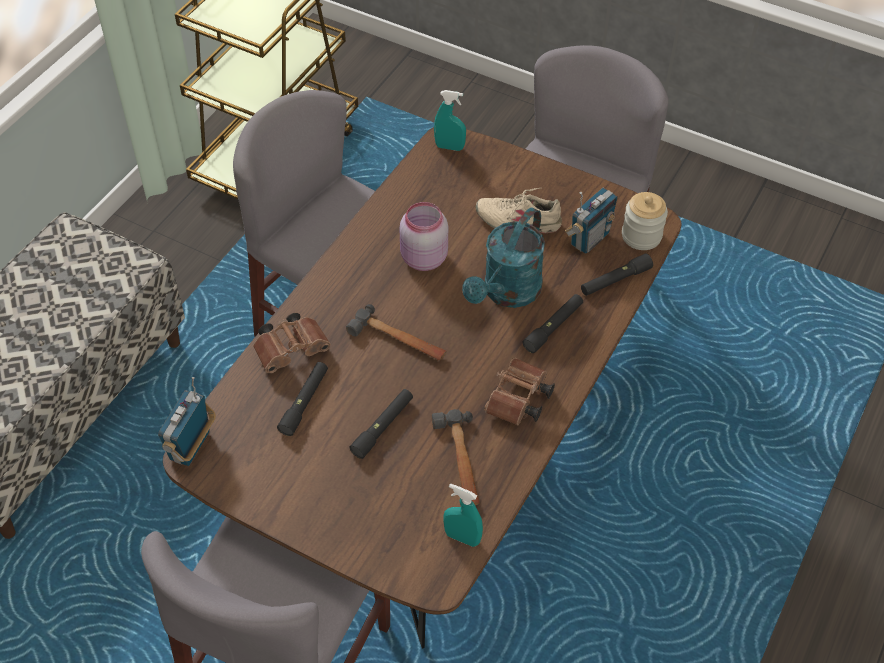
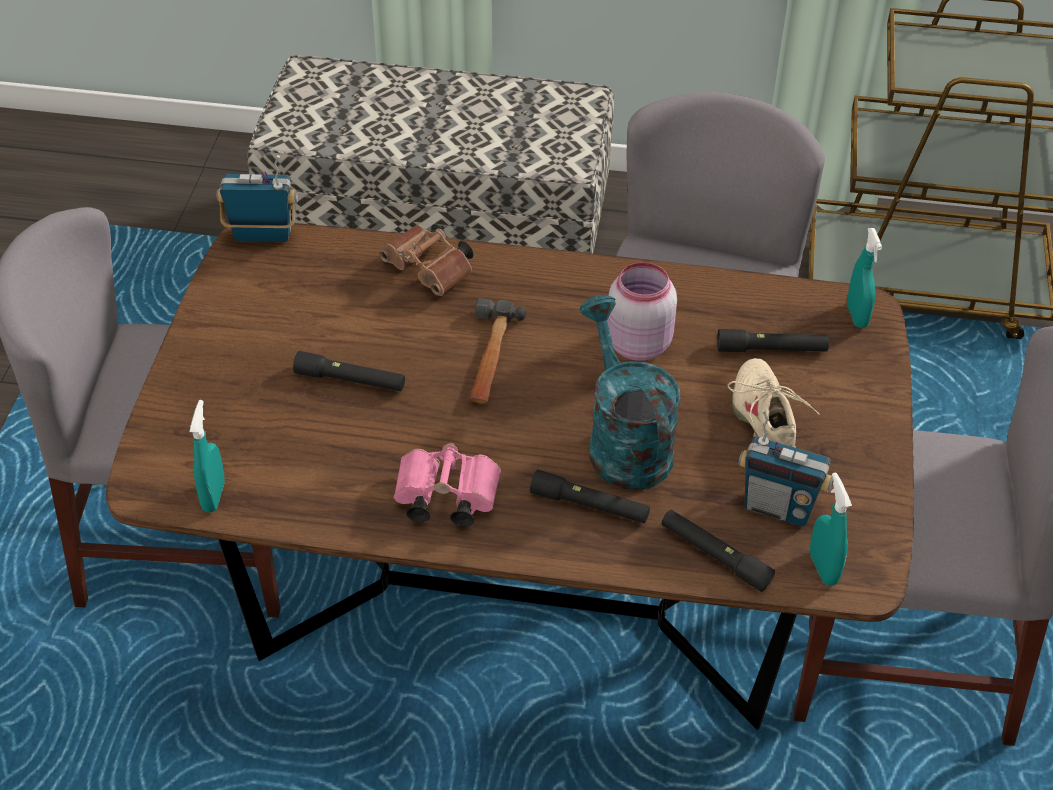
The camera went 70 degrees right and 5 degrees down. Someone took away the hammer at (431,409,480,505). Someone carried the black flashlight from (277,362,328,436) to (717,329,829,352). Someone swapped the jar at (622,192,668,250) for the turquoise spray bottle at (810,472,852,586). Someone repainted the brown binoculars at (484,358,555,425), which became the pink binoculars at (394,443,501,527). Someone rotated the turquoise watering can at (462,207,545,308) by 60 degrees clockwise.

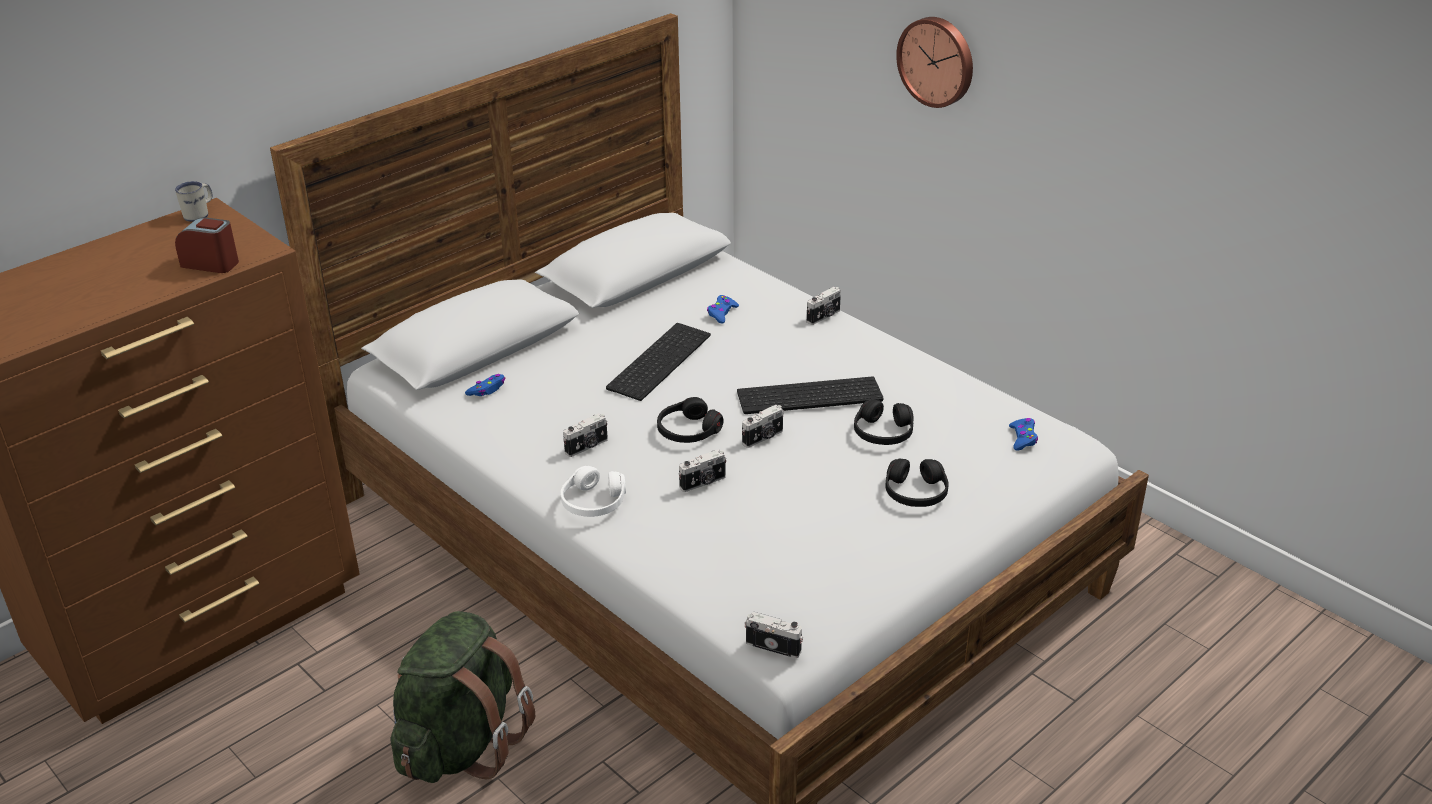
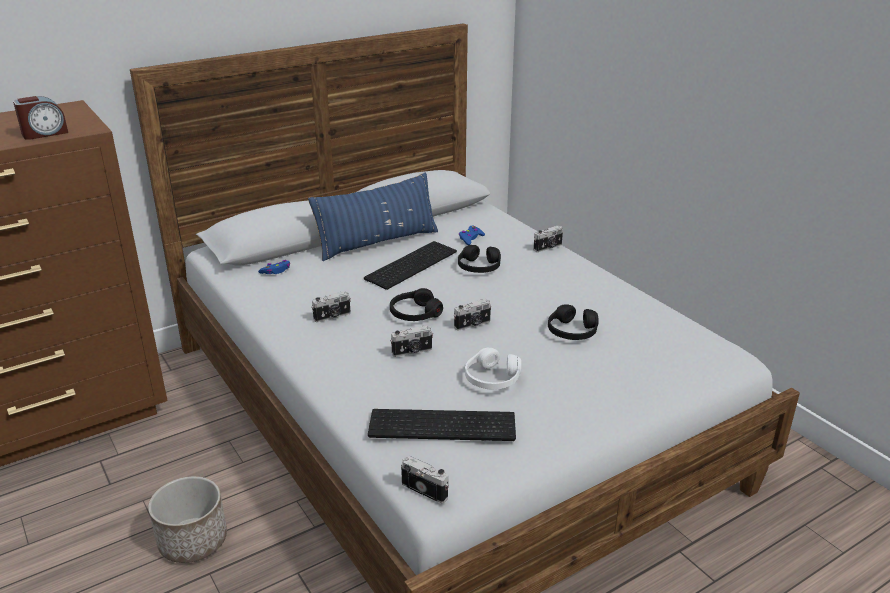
The camera went 10 degrees right and 5 degrees down. Someone took away the white mug at (175,181,212,222). Someone took away the wall clock at (896,17,973,108). Someone took away the blue game controller at (1009,418,1038,450). Someone put down the blue pillow at (308,173,438,261). Someone carried the white headphones from (561,466,626,517) to (465,348,521,390). Someone carried the keyboard from (737,376,884,414) to (368,409,516,441). Someone carried the black headphones from (885,459,949,507) to (458,245,501,273). Someone swapped the green backpack at (391,611,535,783) for the planter at (148,476,227,563). Someone rotated the alarm clock at (175,217,239,273) by 120 degrees clockwise.

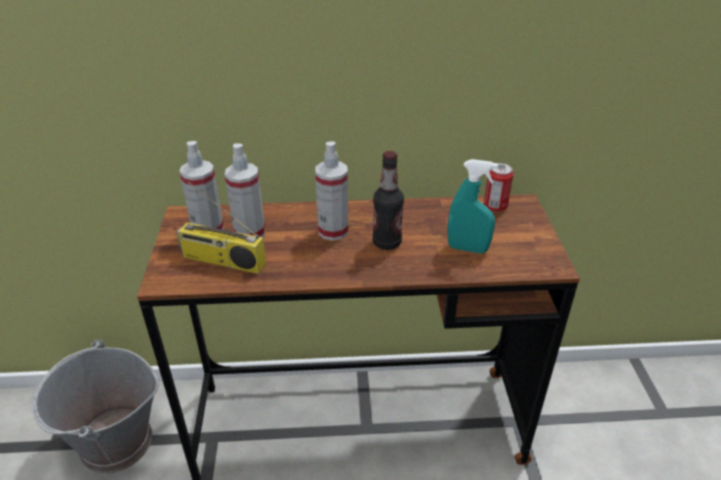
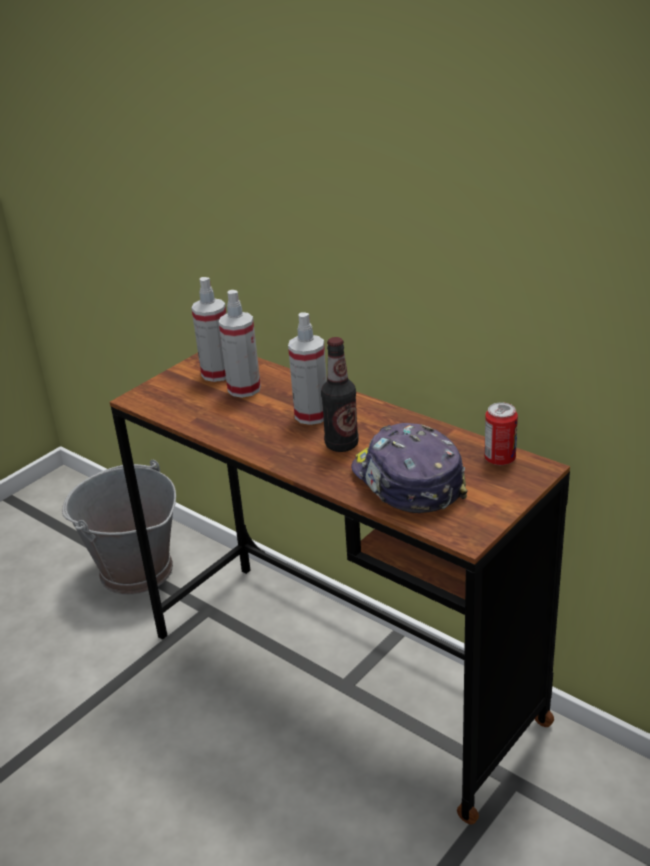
The camera went 45 degrees right and 5 degrees down. Someone took away the radio at (176,182,266,274). Someone swapped the turquoise spray bottle at (447,159,498,253) for the cap at (351,423,468,513).

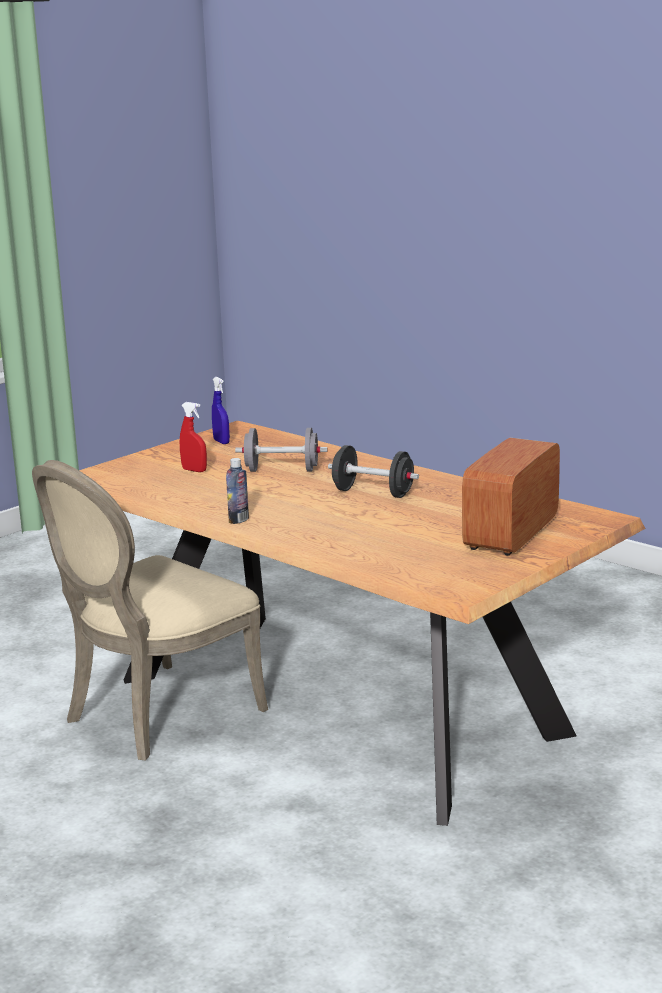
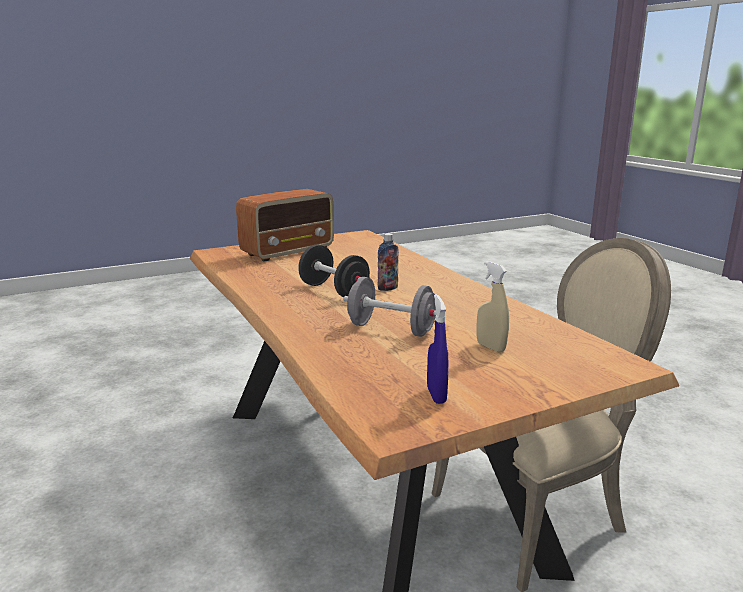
The camera went 160 degrees left and 0 degrees up. Someone carried the bottle from (226,458,249,524) to (378,233,399,291). Someone repainted the red spray bottle at (180,402,207,472), which became the beige spray bottle at (477,261,509,352).

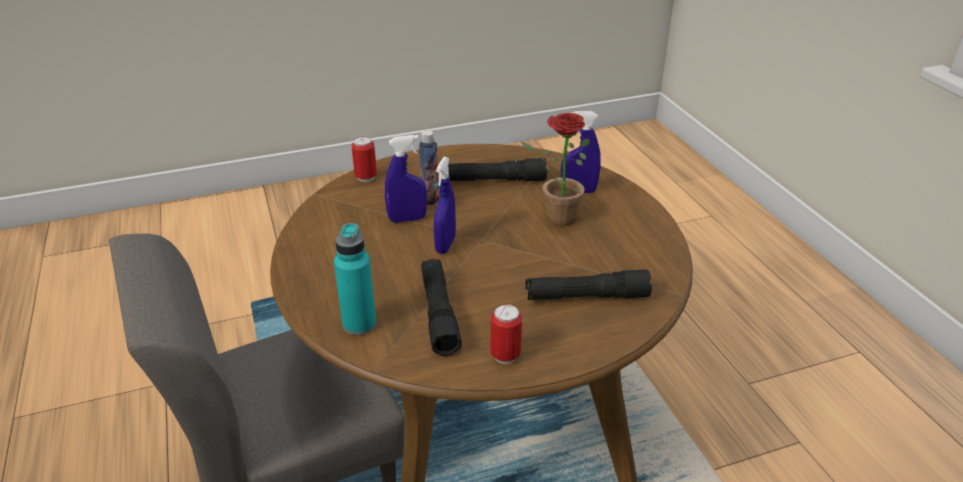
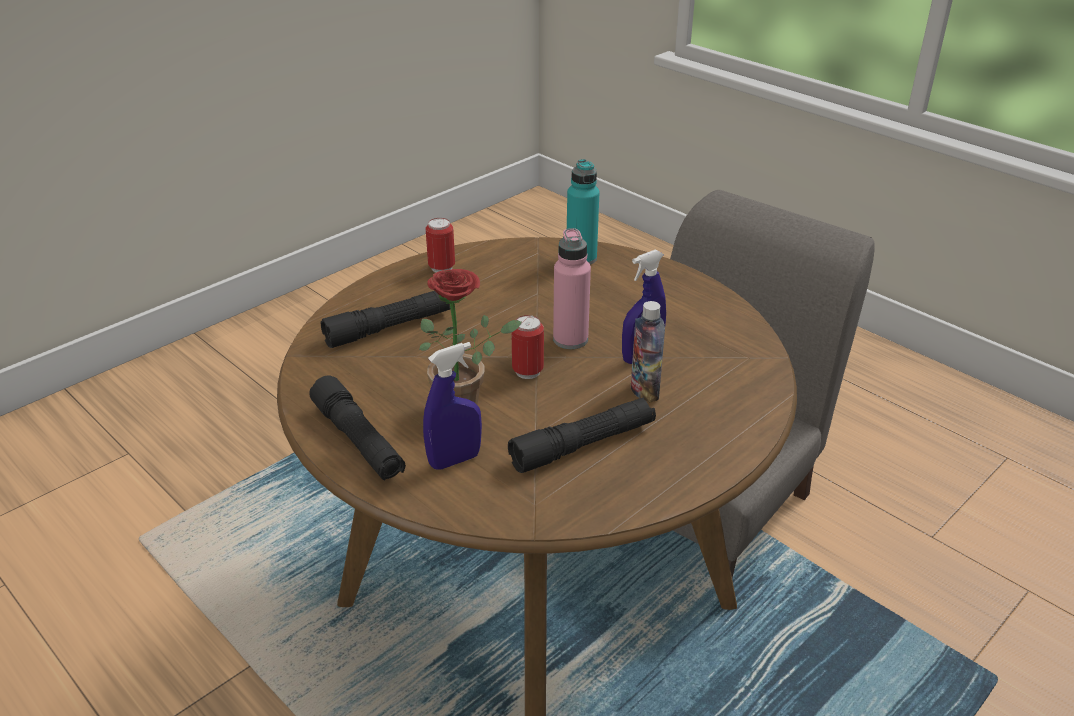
The camera went 155 degrees right and 0 degrees up. Someone carried the can from (352,136,377,182) to (511,315,544,379). Someone carried the black flashlight from (421,259,462,356) to (309,375,406,481). Someone swapped the blue spray bottle at (434,157,456,254) for the pink bottle at (553,228,591,349).

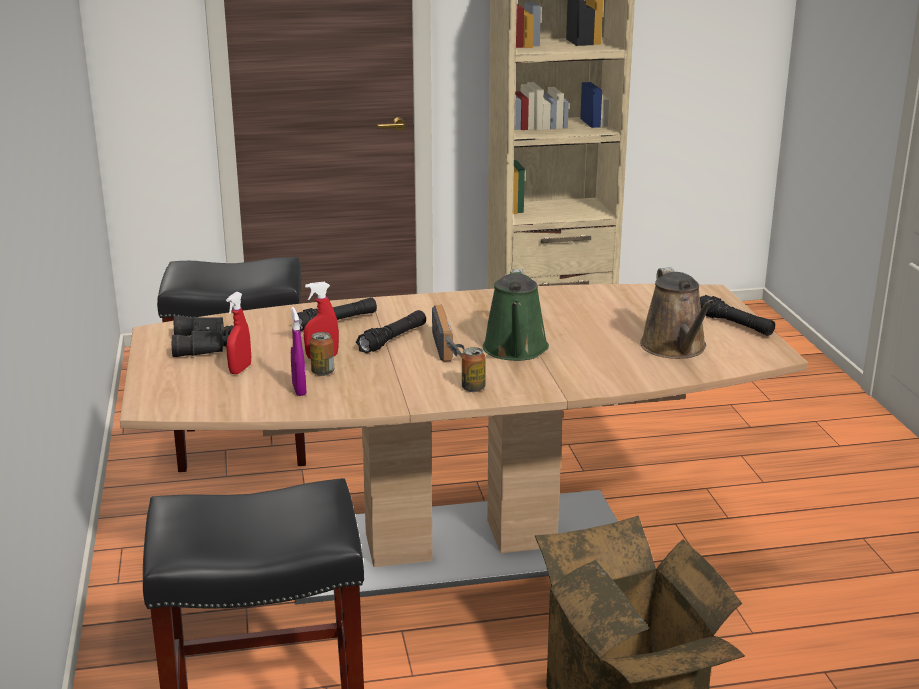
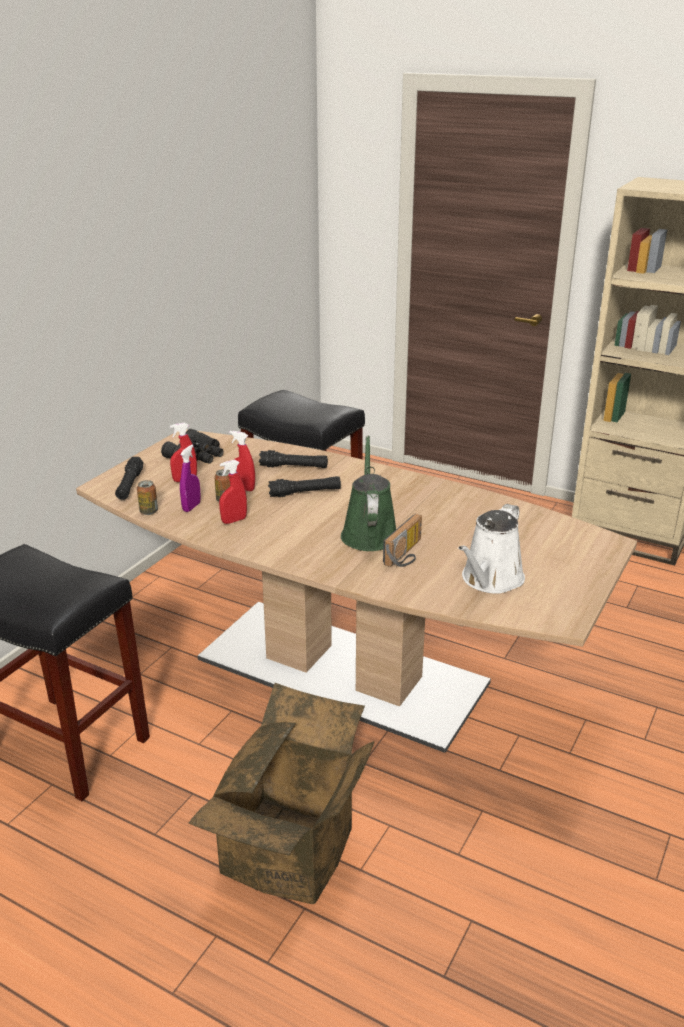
The camera went 40 degrees right and 5 degrees up. Someone put down the red spray bottle at (219,460,247,524). Someone carried the radio from (432,305,465,362) to (383,514,422,567). Someone carried the can from (462,347,485,392) to (137,480,158,515). Someone carried the black flashlight from (700,295,775,336) to (115,457,144,500). Someone repainted the brown watering can at (640,267,714,359), which became the white watering can at (458,504,525,594). Someone rotated the green watering can at (483,269,549,361) by 135 degrees clockwise.

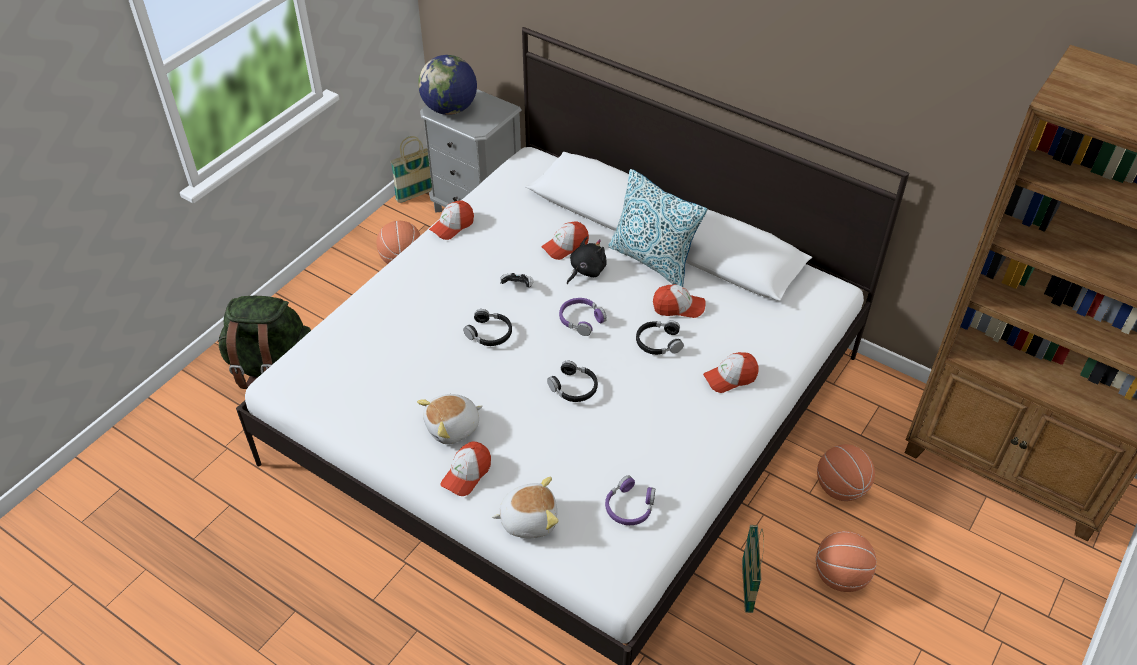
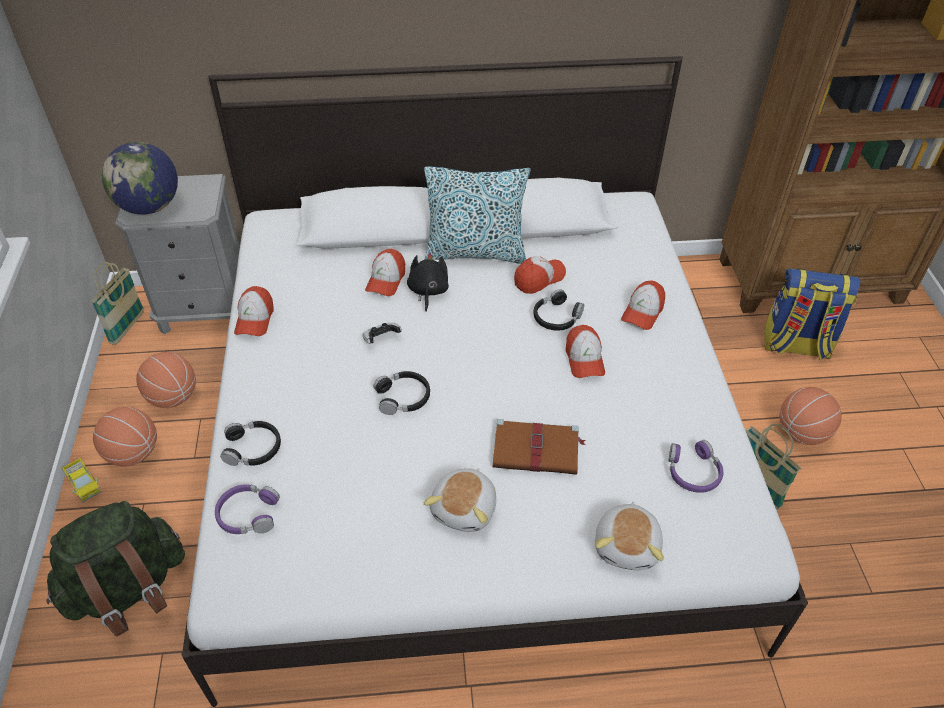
The camera went 40 degrees left and 0 degrees up. Someone put down the toy truck at (62,458,102,503). Someone put down the brown book at (493,419,585,475). Someone put down the backpack at (764,268,861,360). Someone carried the cap from (441,441,491,496) to (565,325,605,378). Someone carried the black headphones from (547,360,598,402) to (220,421,281,466). Someone carried the purple headphones from (559,298,607,336) to (215,484,280,534). Someone carried the basketball from (817,444,875,501) to (93,407,157,467). Someone rotated the plush toy at (492,477,558,539) by 150 degrees clockwise.

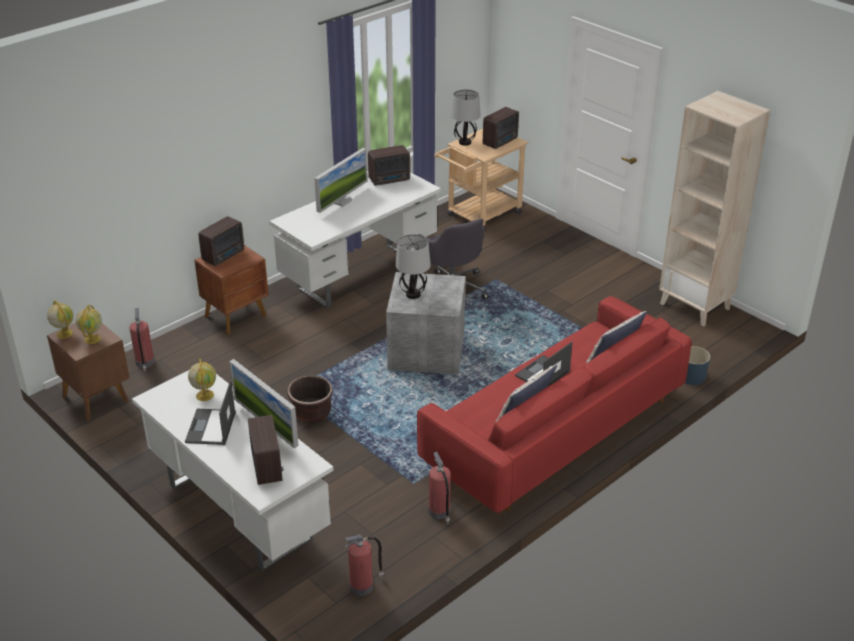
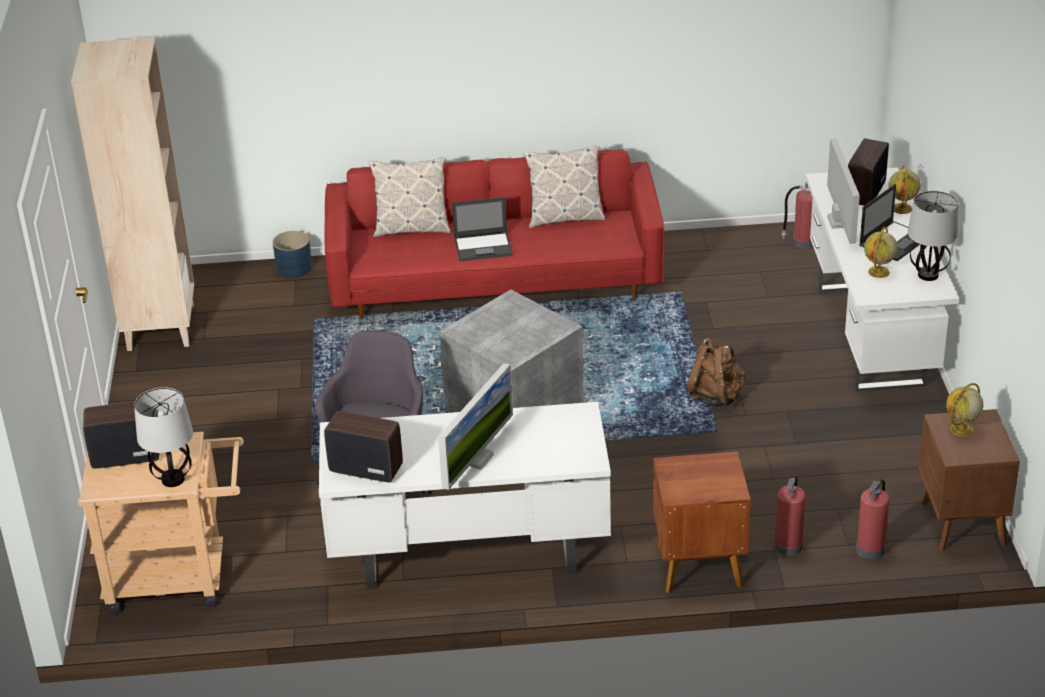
The camera went 140 degrees left and 0 degrees up. Someone took away the radio at (198,216,244,266). Someone carried the globe from (47,300,73,339) to (888,165,920,214). Someone carried the table lamp from (395,234,431,299) to (908,191,958,281). Someone carried the fire extinguisher from (429,452,451,524) to (774,475,805,556). Someone swapped the brown planter at (287,375,333,423) for the brown backpack at (686,338,745,407). Someone rotated the monitor at (314,148,367,213) by 135 degrees clockwise.

